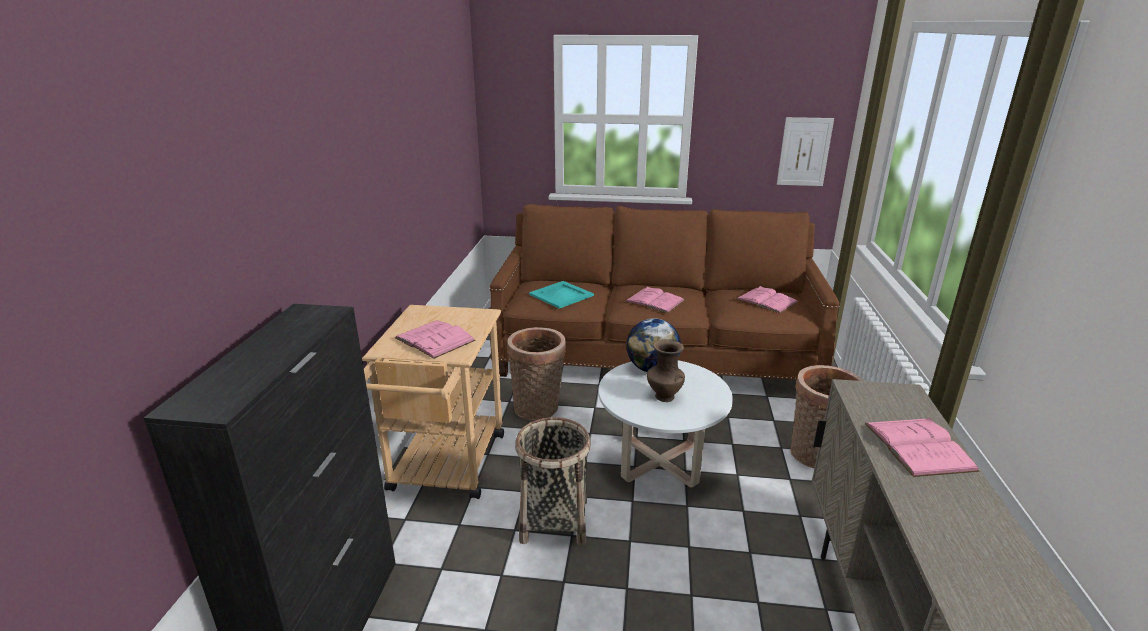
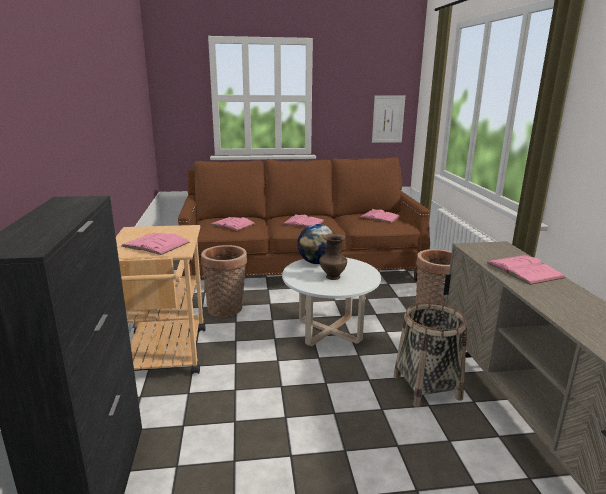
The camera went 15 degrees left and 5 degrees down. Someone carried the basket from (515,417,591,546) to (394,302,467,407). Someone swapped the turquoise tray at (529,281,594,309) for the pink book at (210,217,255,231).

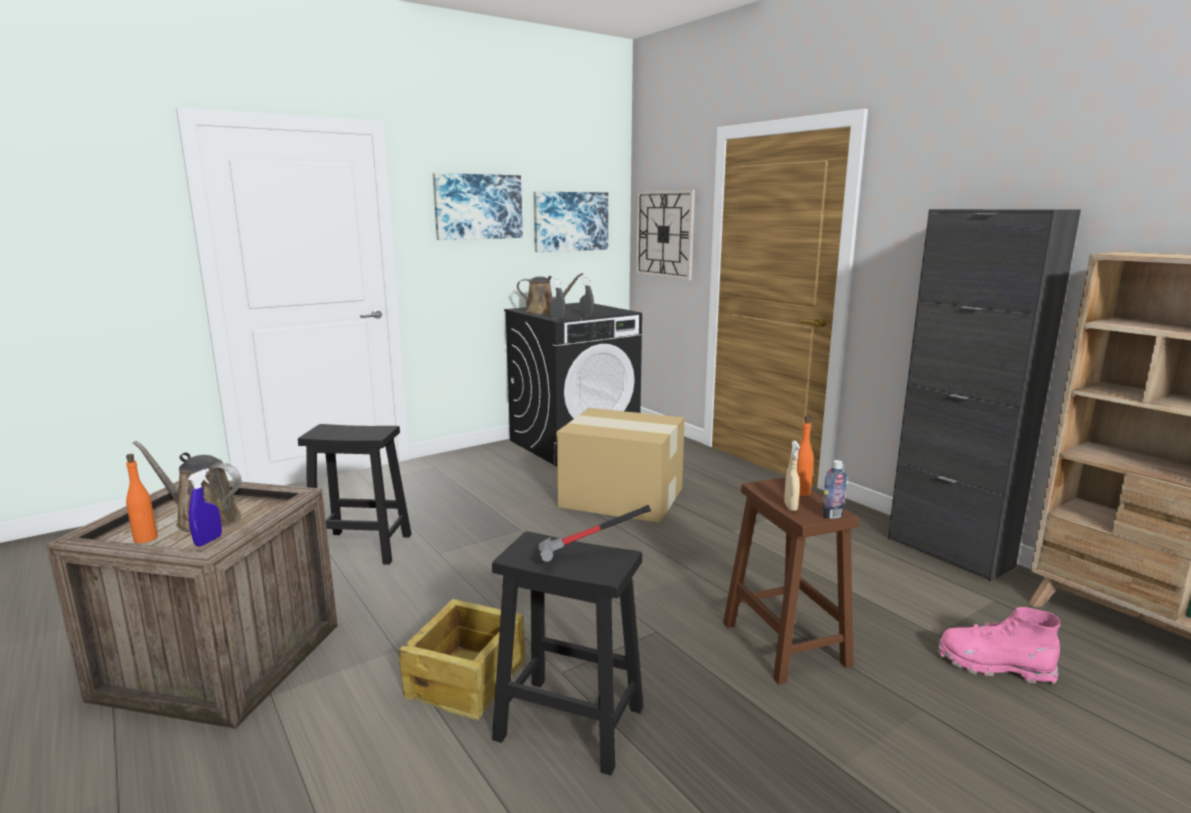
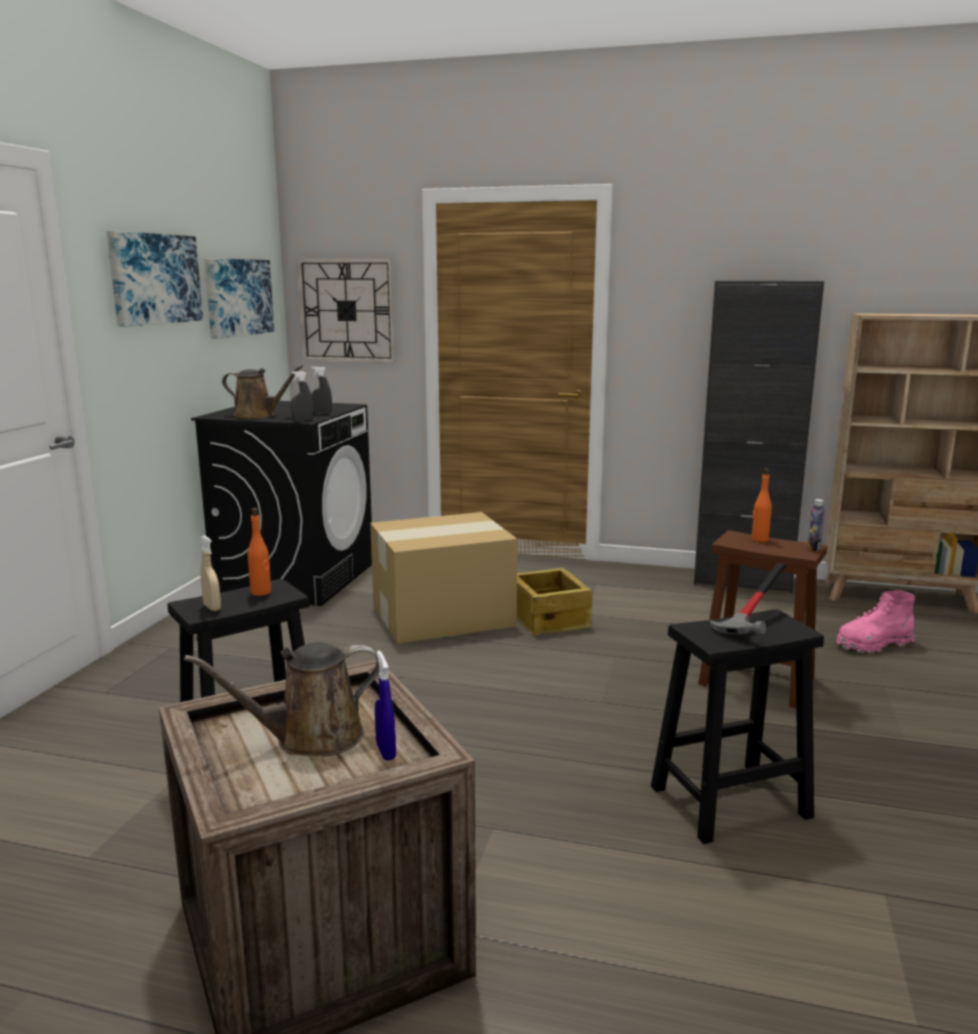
The camera went 40 degrees left and 0 degrees up. Someone carried the orange bottle from (126,454,158,543) to (248,508,271,596). Someone carried the crate from (399,599,525,721) to (517,568,593,635). Someone carried the beige spray bottle from (784,441,800,511) to (200,535,221,611). Someone rotated the brown watering can at (517,273,583,314) by 45 degrees clockwise.

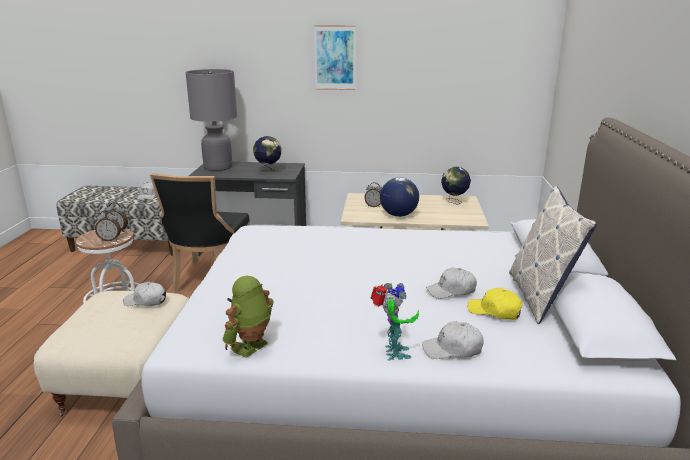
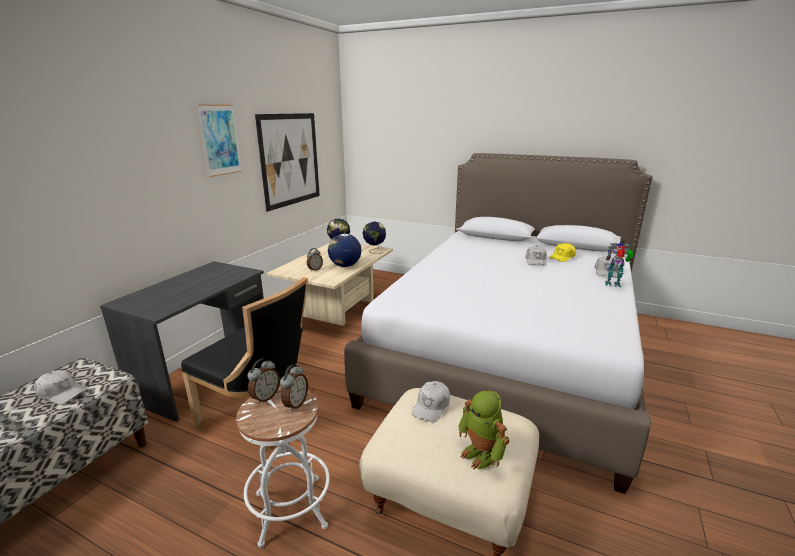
The camera went 70 degrees left and 0 degrees up. Someone took away the grey table lamp at (185,69,237,171). Someone took away the pillow at (509,186,597,324). Someone put up the picture at (255,113,320,212). Someone carried the toy robot from (223,276,273,358) to (458,391,509,470). Someone carried the globe from (253,136,281,175) to (363,222,386,254).

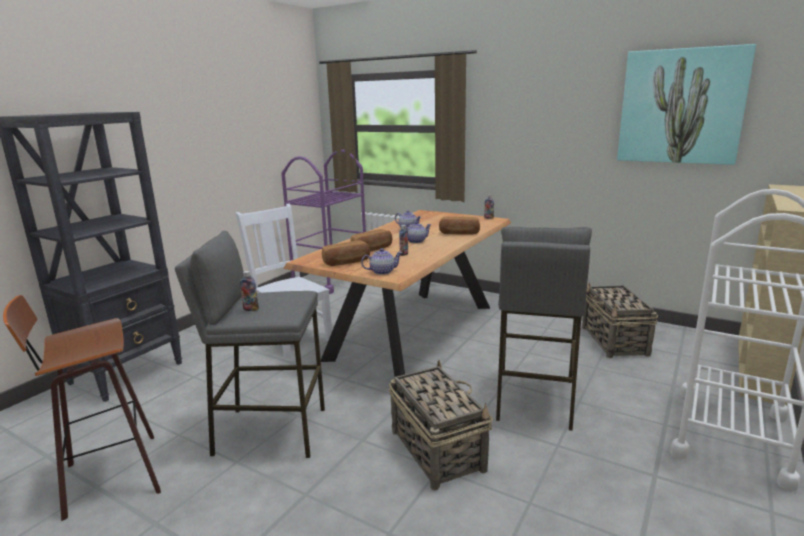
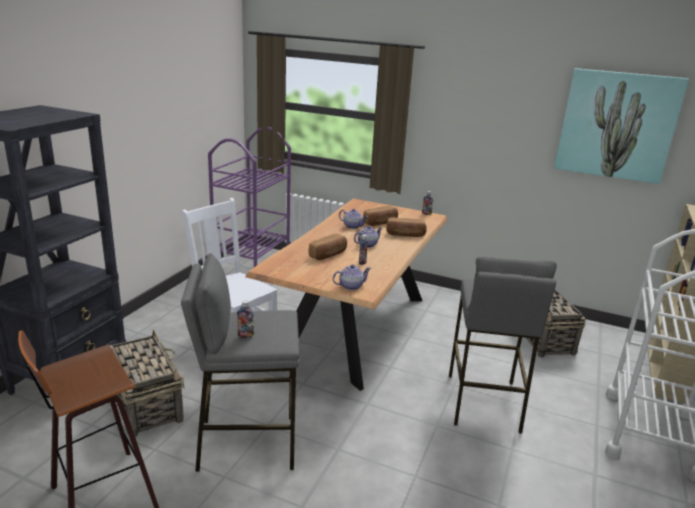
The camera went 10 degrees left and 5 degrees up. Someone carried the bread from (322,241,370,266) to (363,205,398,226). Someone carried the basket from (389,360,493,490) to (111,330,185,437).

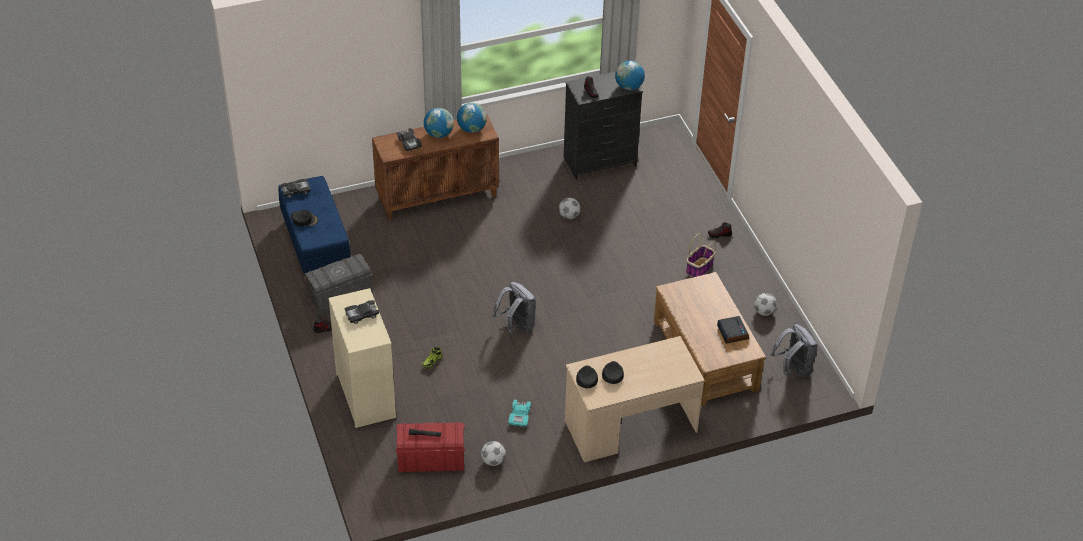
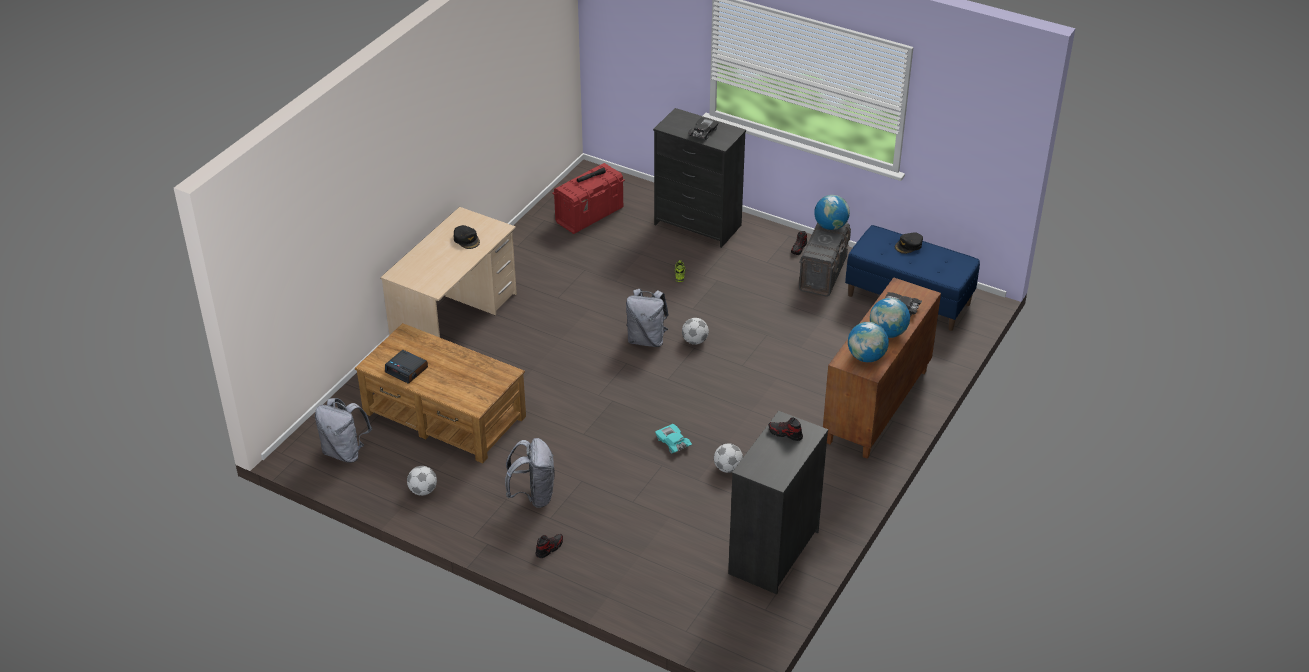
The camera went 140 degrees right and 5 degrees down. Someone took away the black toy car at (280,179,311,198). Someone took away the black cap at (576,365,598,388). Someone carried the football from (481,441,506,466) to (682,318,709,345). Someone carried the turquoise toy car from (508,400,531,427) to (655,424,692,453). Someone carried the globe from (615,61,645,90) to (814,195,850,230). Someone swapped the basket at (686,234,716,277) for the grey backpack at (505,438,555,508). Someone repainted the beige dresser at (328,288,396,428), which became the black dresser at (653,108,746,248).

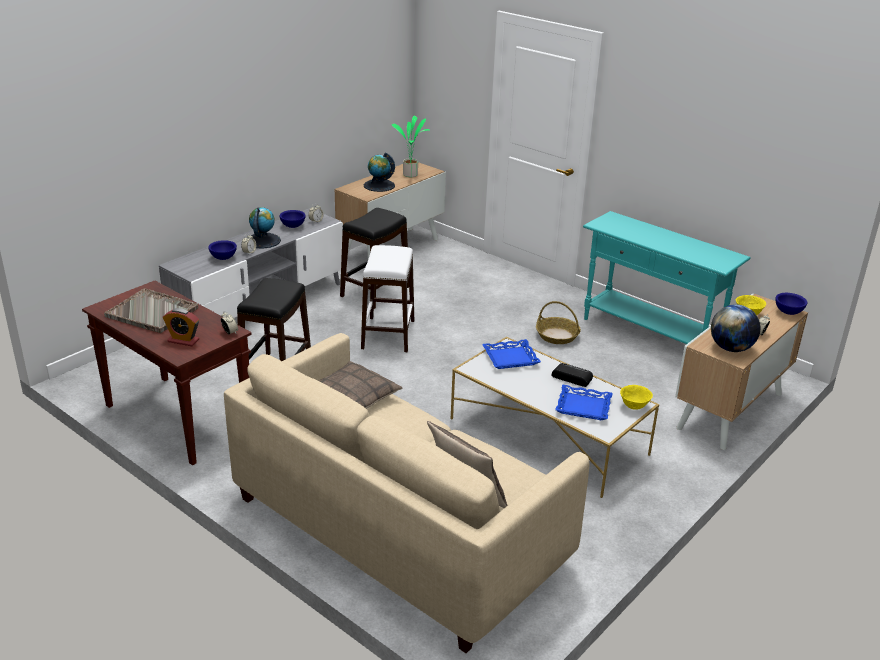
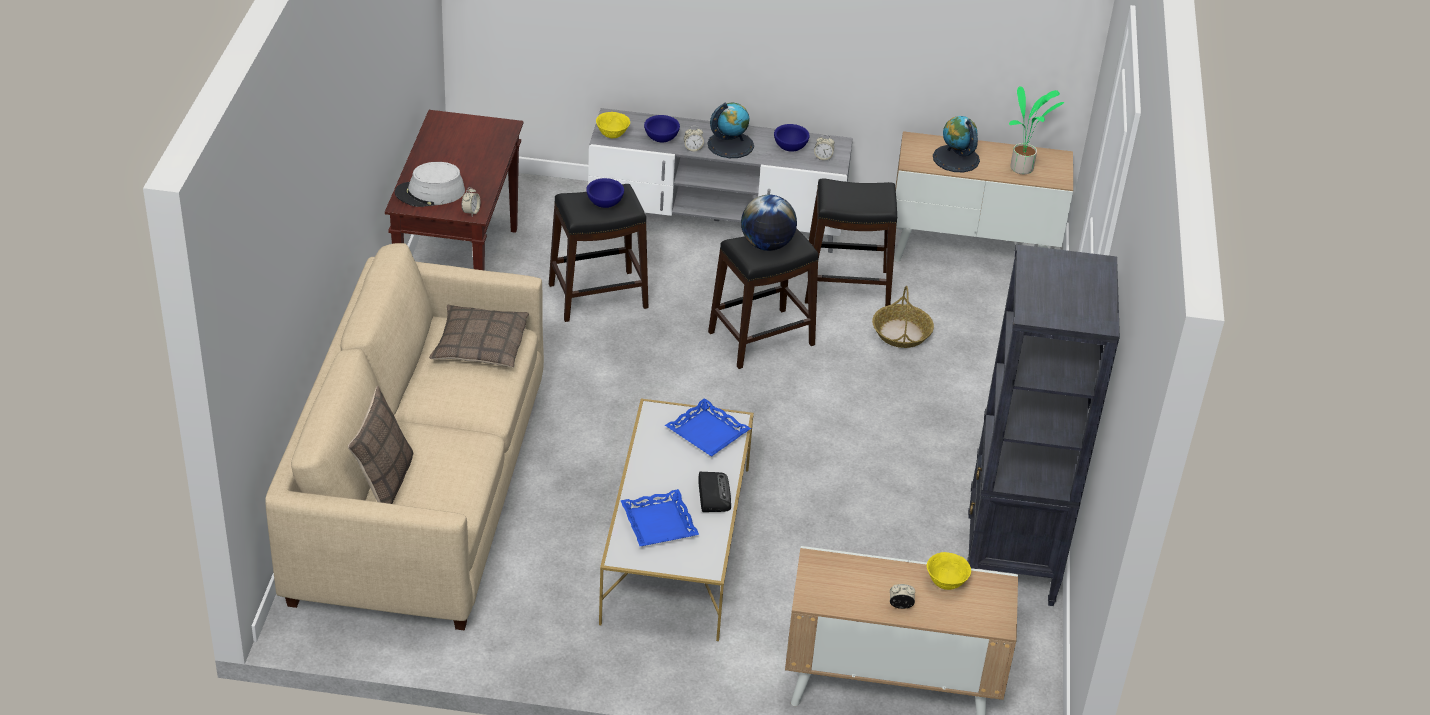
The camera went 55 degrees right and 10 degrees up. Someone took away the grey tray at (104,288,198,333). Someone carried the basket from (536,301,581,344) to (872,286,934,348). Someone carried the yellow bowl from (620,385,653,410) to (596,112,630,138). Someone carried the globe from (711,305,761,352) to (741,195,797,251). Someone carried the blue bowl from (775,293,807,315) to (586,178,624,208). Someone swapped the alarm clock at (163,308,199,346) for the grey hat at (395,162,465,207). Someone swapped the turquoise console table at (583,211,751,344) for the black bookcase at (967,244,1120,606). Someone repainted the white stool at (361,245,414,352), which became the black stool at (708,228,819,369).

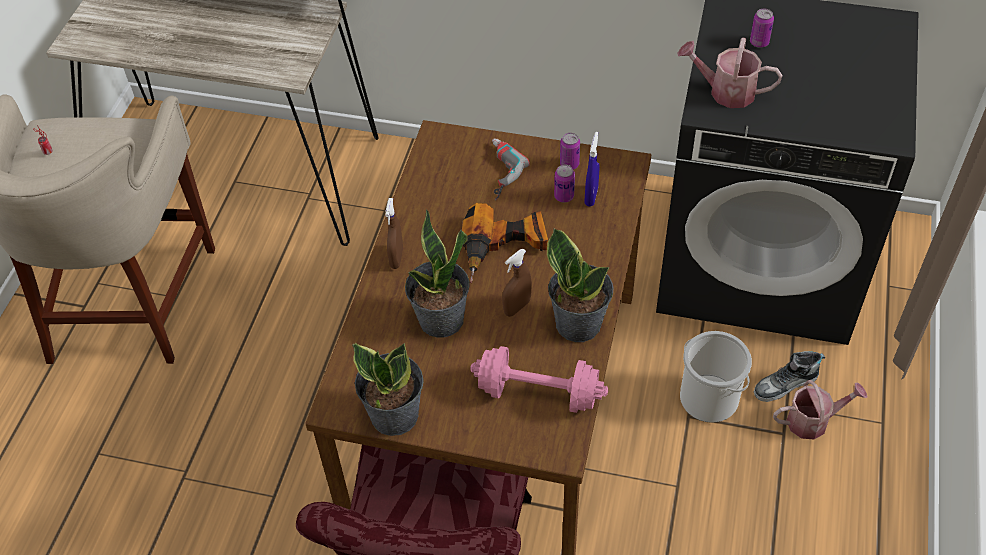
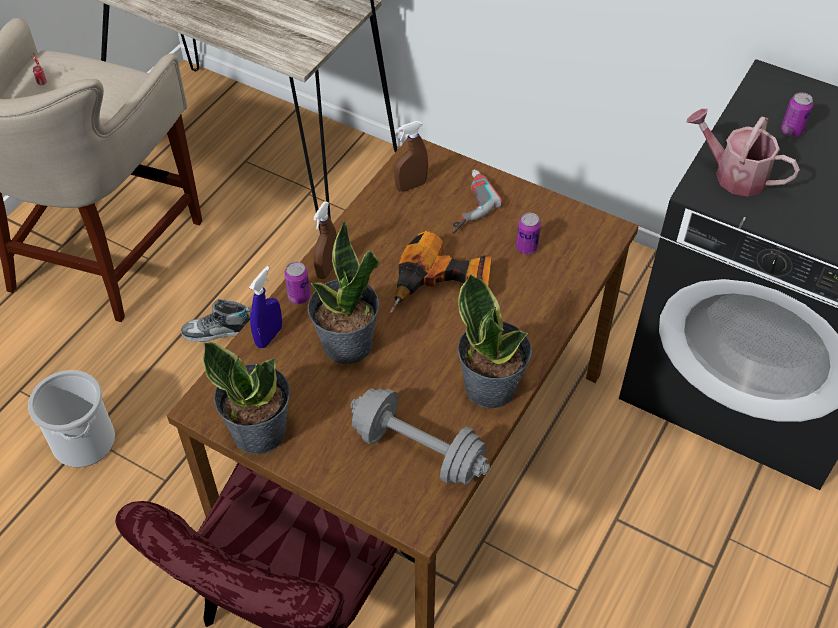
The camera went 15 degrees right and 0 degrees up. Someone took away the watering can at (773,380,867,439). Someone carried the brown spray bottle from (502,249,532,317) to (394,121,428,192). Someone carried the can from (560,133,580,170) to (284,262,311,304). Someone carried the blue spray bottle from (585,132,600,207) to (249,266,282,348). Someone carried the bucket from (680,331,752,423) to (28,370,115,467). Someone carried the shoe from (753,351,825,402) to (181,299,251,342). Someone repainted the pink dumbbell at (470,346,608,413), which became the grey dumbbell at (350,388,490,485).

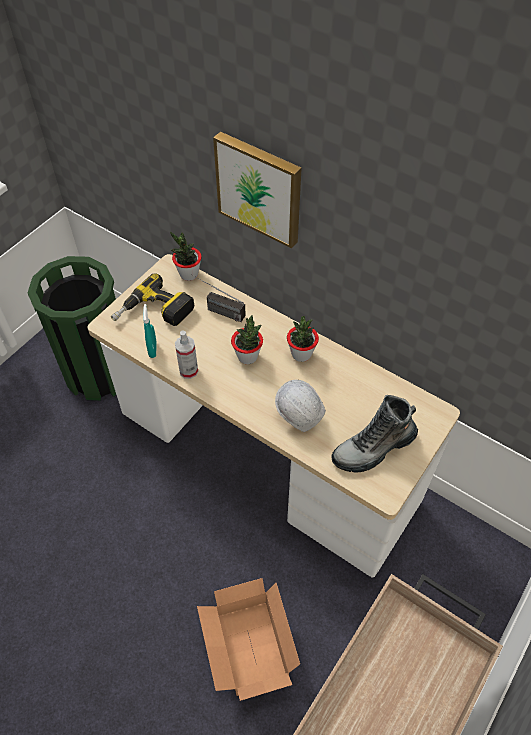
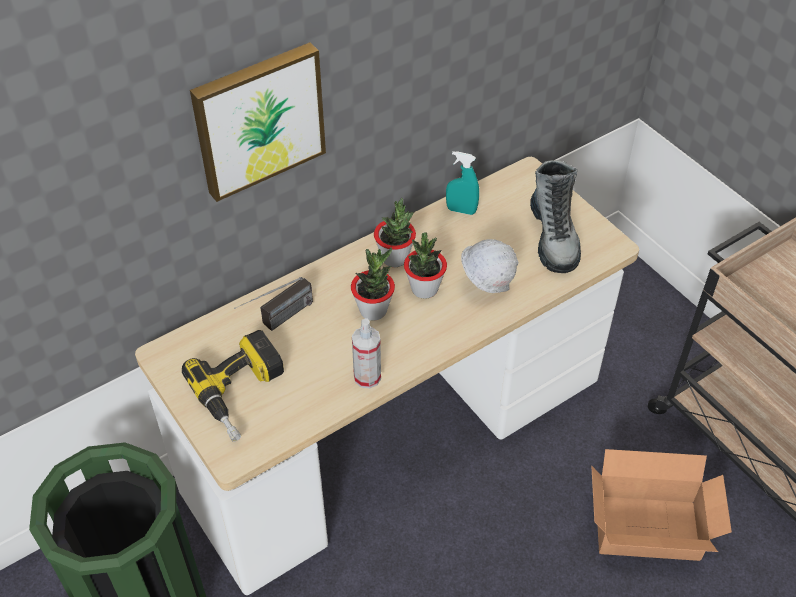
The camera went 70 degrees left and 5 degrees down. Someone carried the turquoise spray bottle from (143,304,157,358) to (446,151,479,215). Someone carried the potted plant from (170,231,202,281) to (404,232,447,299).

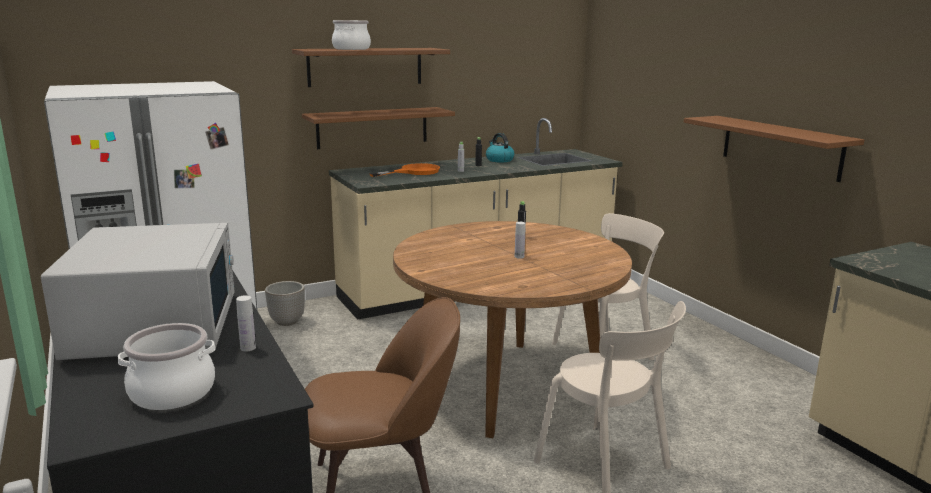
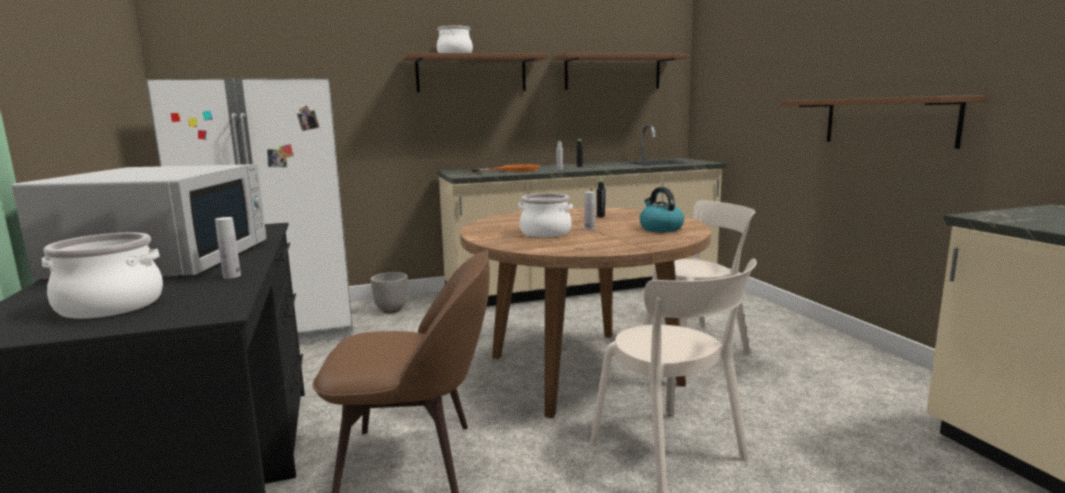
The camera went 10 degrees right and 5 degrees down. Someone put down the cooking pot at (518,193,573,238). Someone carried the brown shelf from (302,107,455,149) to (553,53,689,90). Someone carried the kettle from (486,133,514,162) to (639,187,684,232).

